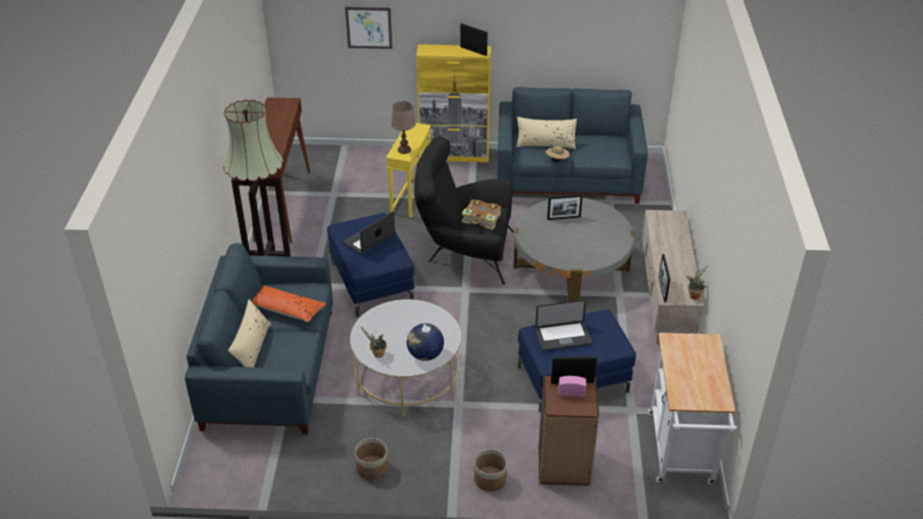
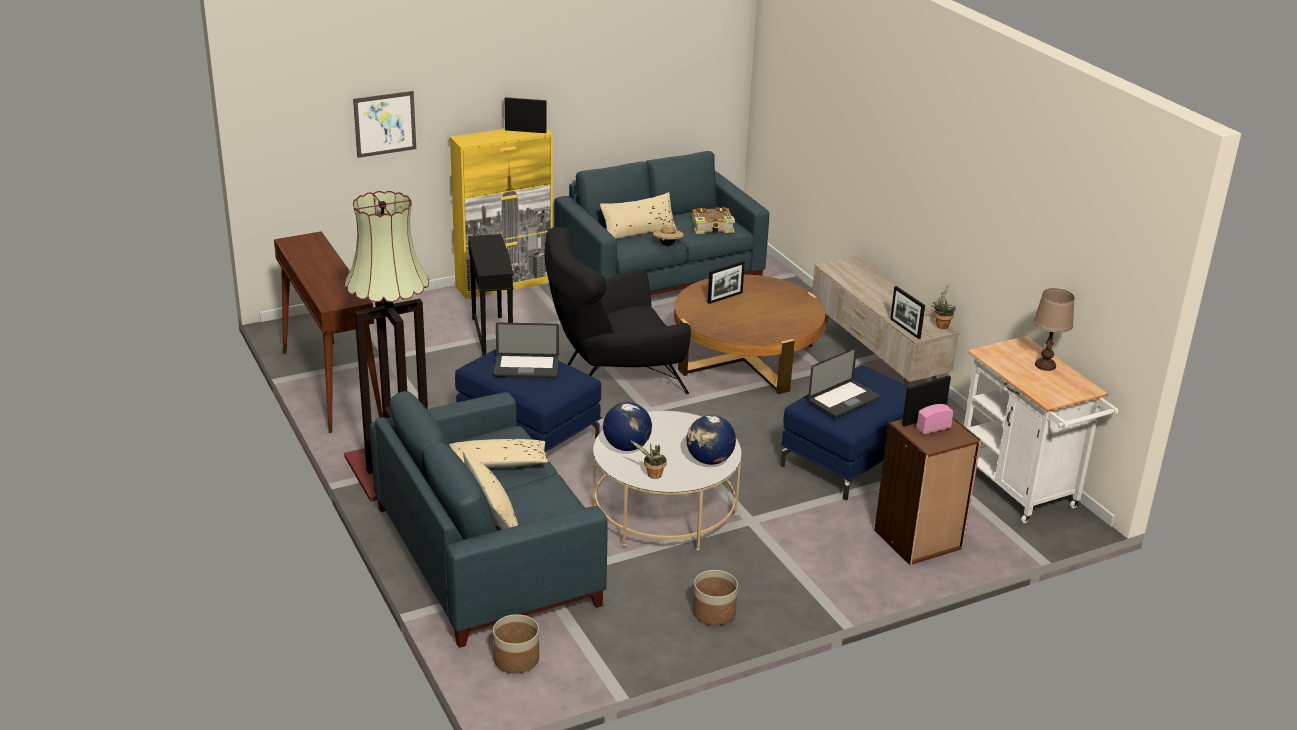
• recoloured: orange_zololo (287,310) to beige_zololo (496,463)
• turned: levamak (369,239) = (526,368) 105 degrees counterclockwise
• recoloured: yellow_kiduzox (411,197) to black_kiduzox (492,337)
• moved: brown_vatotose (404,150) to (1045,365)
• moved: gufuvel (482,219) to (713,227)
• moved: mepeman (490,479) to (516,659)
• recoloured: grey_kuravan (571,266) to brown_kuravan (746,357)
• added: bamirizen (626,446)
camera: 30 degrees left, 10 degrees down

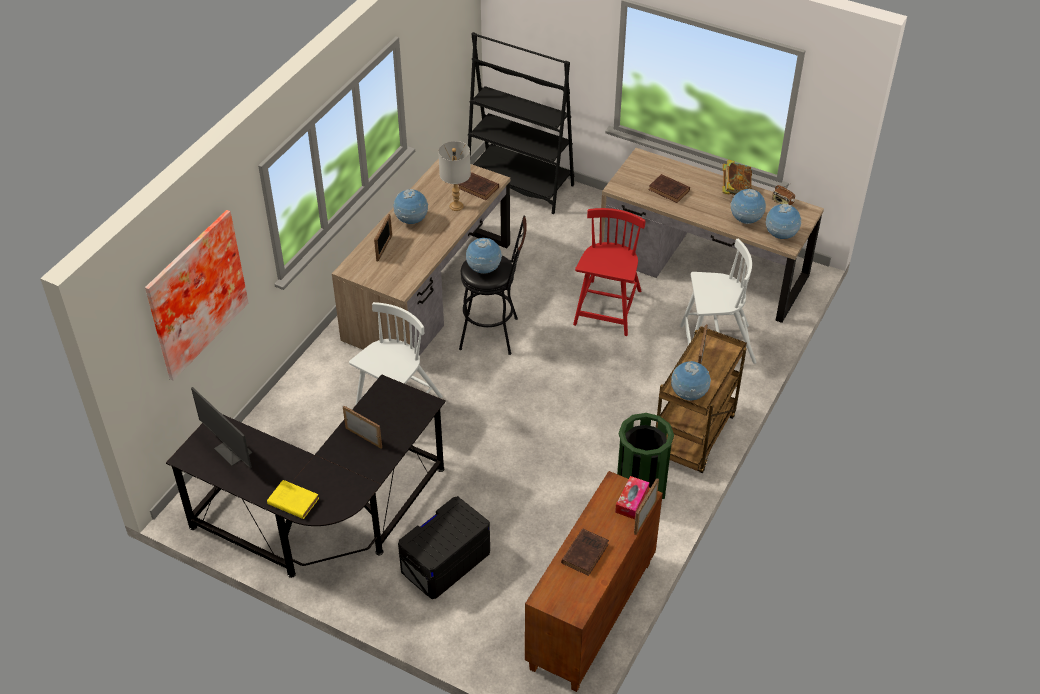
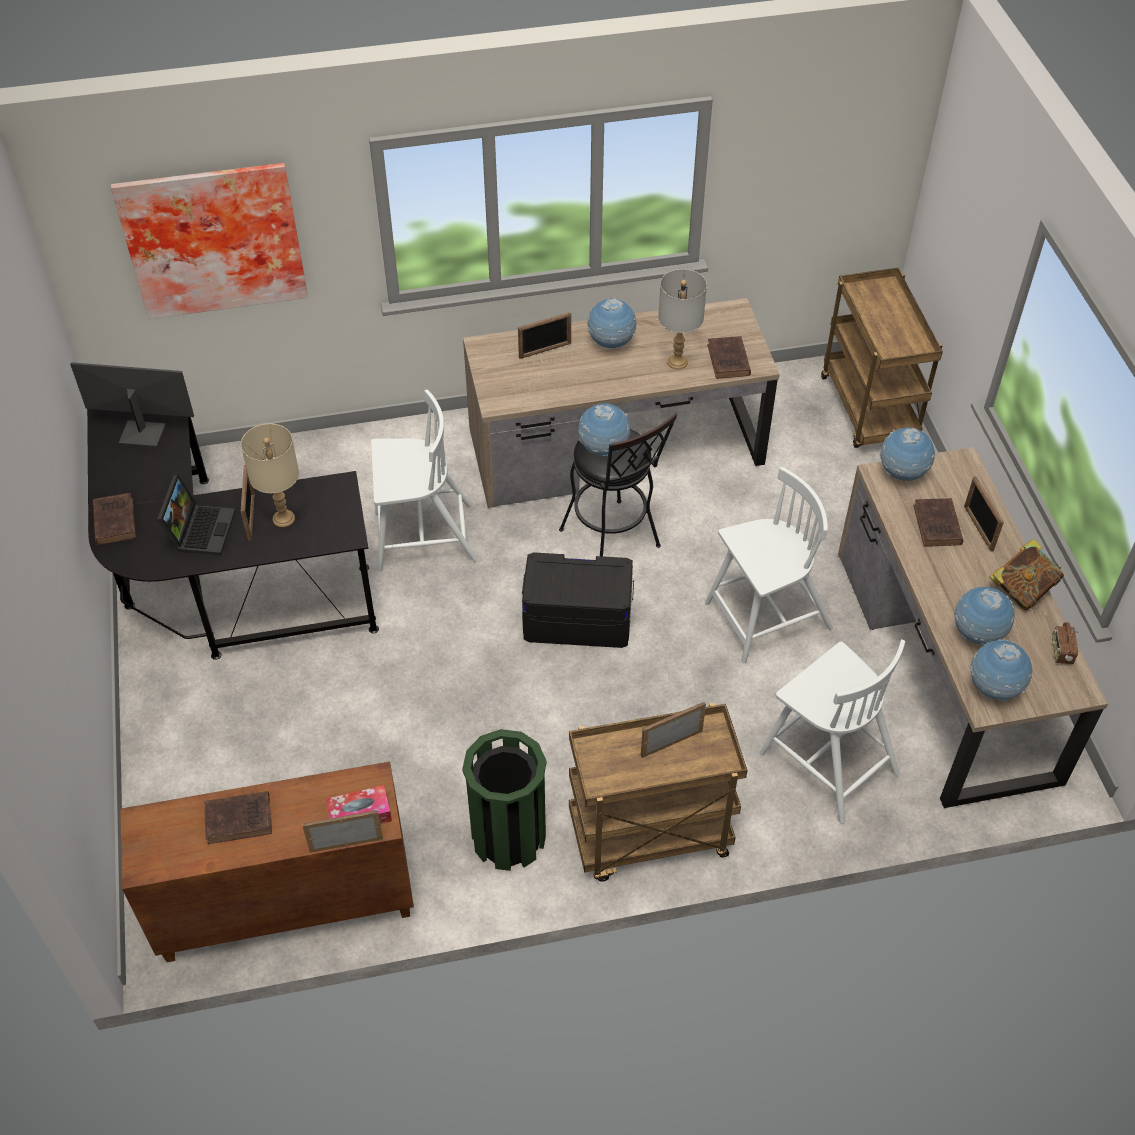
• turned: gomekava (232,451) = (142,432) 90 degrees clockwise
• recoloured: yellow_gufuvel (292,501) to brown_gufuvel (114,520)
• moved: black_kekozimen (446,561) to (577,619)
• replaced: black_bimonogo (520,184) to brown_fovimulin (870,410)
• recoloured: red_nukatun (607,309) to white_nukatun (766,617)
• moved: bamirizen (688,395) to (902,474)
• added: levamak (200,529)
• added: beige_vatotose (284,518)
• added: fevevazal (978,528)
camera: 50 degrees right, 5 degrees up

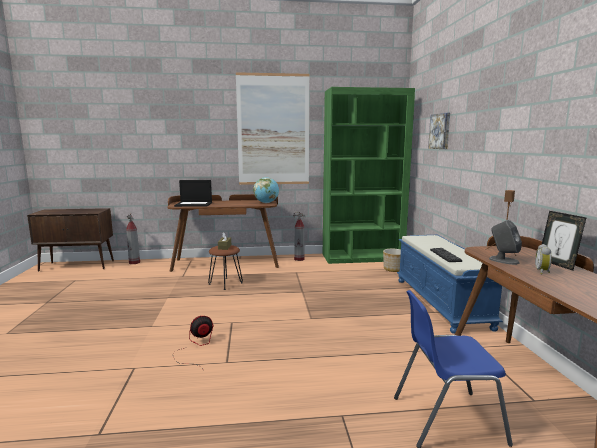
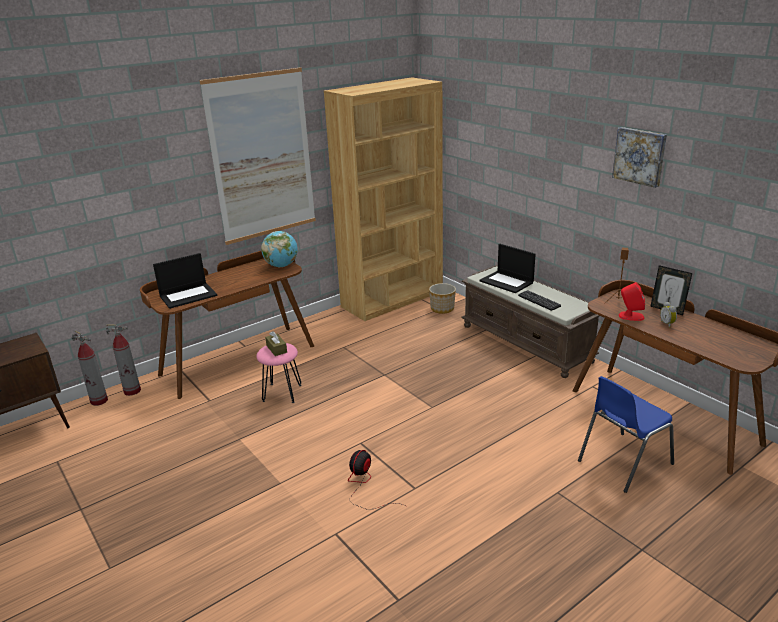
• recoloured: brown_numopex (225,283) to pink_numopex (282,393)
• moved: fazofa (299,259) to (132,391)
• recoloured: green_bimonogo (362,257) to brown_bimonogo (392,299)
• recoloured: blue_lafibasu (442,302) to brown_lafibasu (527,343)
• moved: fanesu (440,131) to (640,156)
• recoloured: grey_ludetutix (503,260) to red_ludetutix (631,316)
• added: levamak (507,282)
camera: 30 degrees left, 15 degrees up

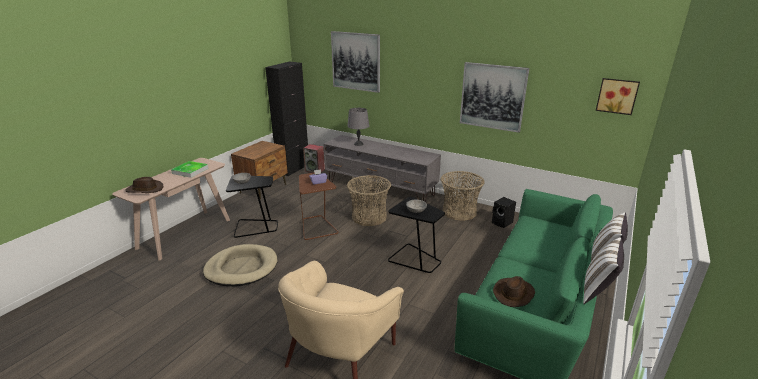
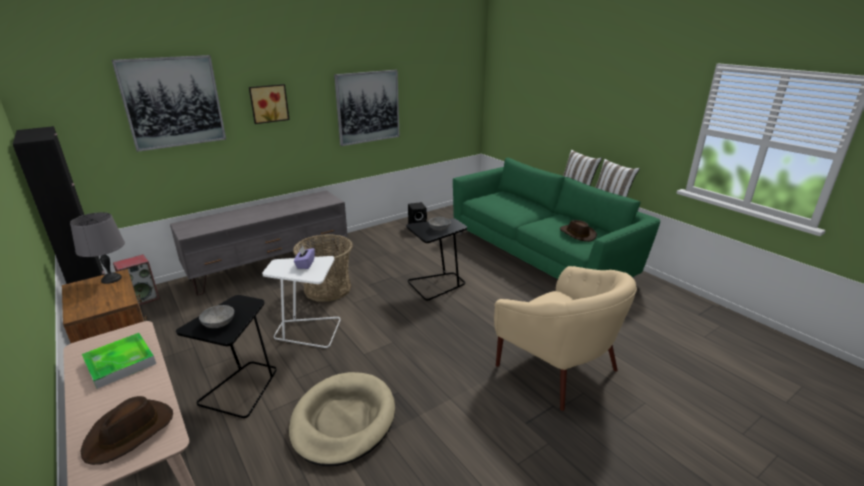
• recoloured: brown_kiduzox (317,227) to white_kiduzox (308,331)
• moved: grey_vatotose (358,144) to (111,279)
• removed: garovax (459,212)
• moved: fanesu (617,96) to (268,103)
camera: 65 degrees left, 0 degrees up

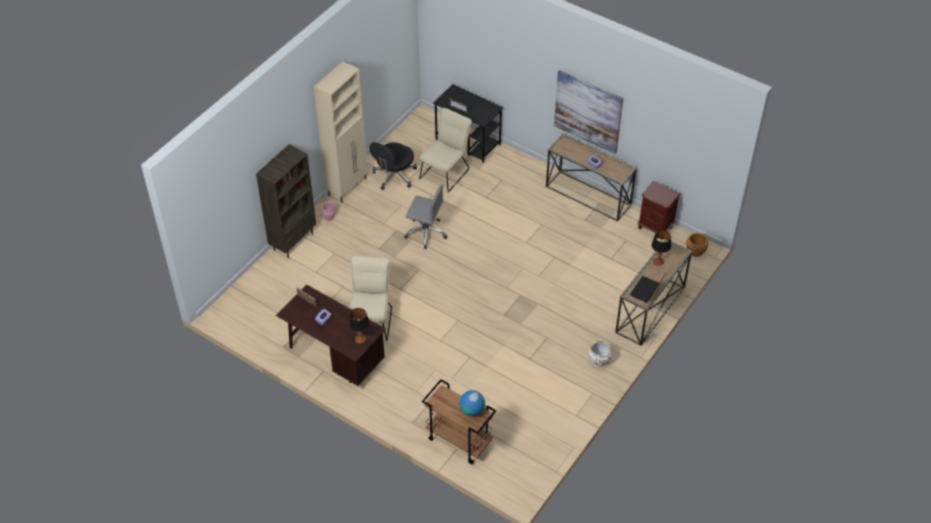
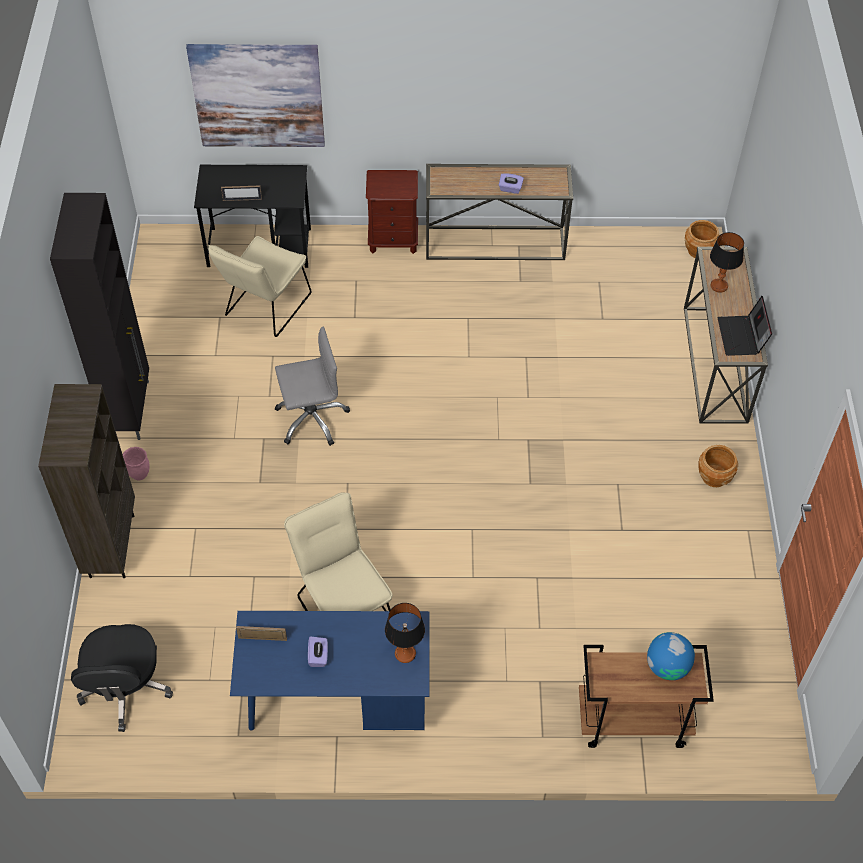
• recoloured: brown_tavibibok (334,358) to blue_tavibibok (336,702)
• recoloured: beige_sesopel (348,187) to black_sesopel (130,409)
• moved: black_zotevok (394,176) to (126,688)
• turned: beige_nukatun (446,172) = (264,308) 150 degrees counterclockwise
• moved: fanesu (588,111) to (258,95)
• recoloured: white_mepeman (599,360) to brown_mepeman (714,476)
• moved: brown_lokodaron (655,227) to (393,240)
camera: 35 degrees left, 5 degrees up

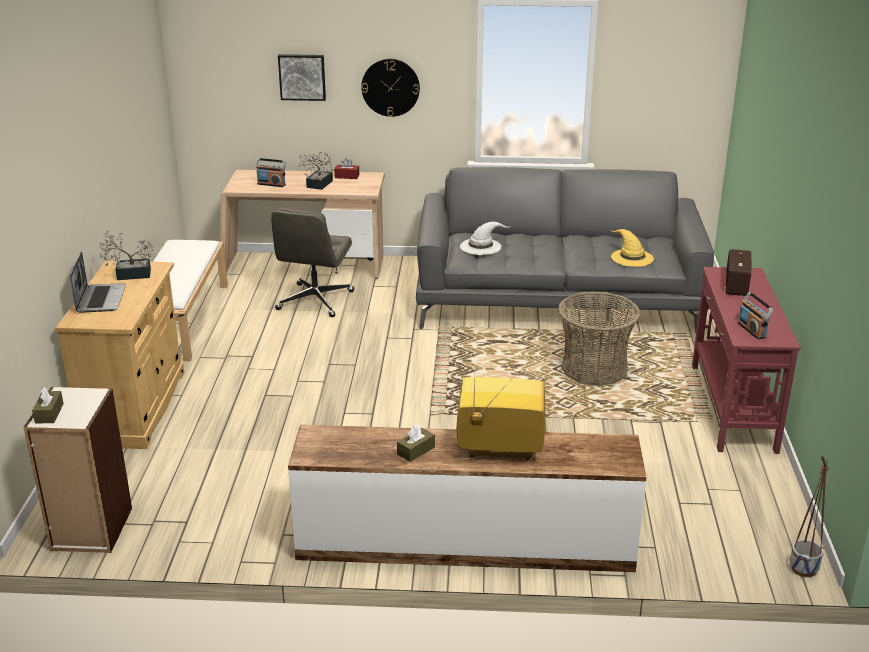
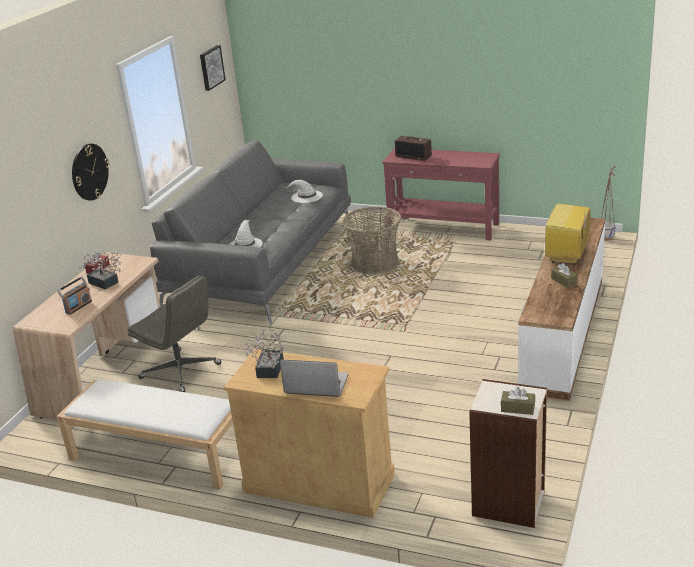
• moved: fanesu (302,77) to (211,67)
• recoloured: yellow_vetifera (631,257) to white_vetifera (306,196)
• removed: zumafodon (752,330)
camera: 70 degrees left, 0 degrees up

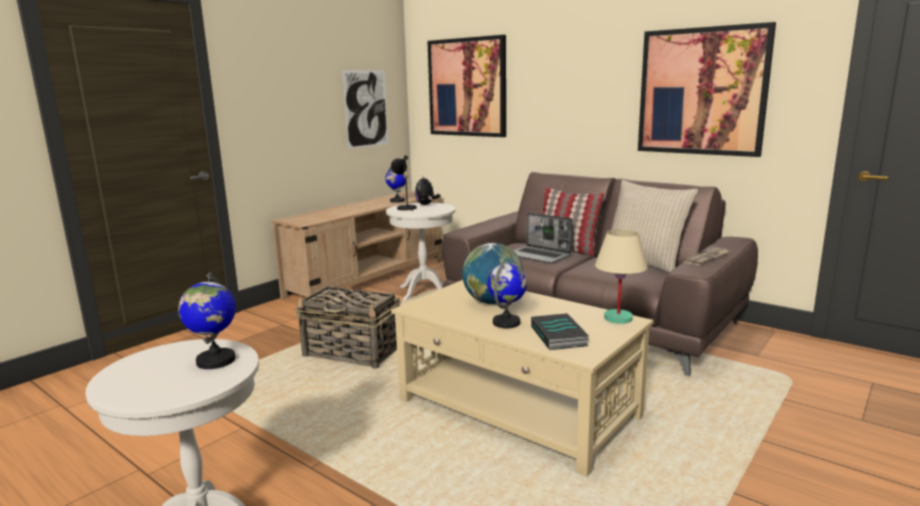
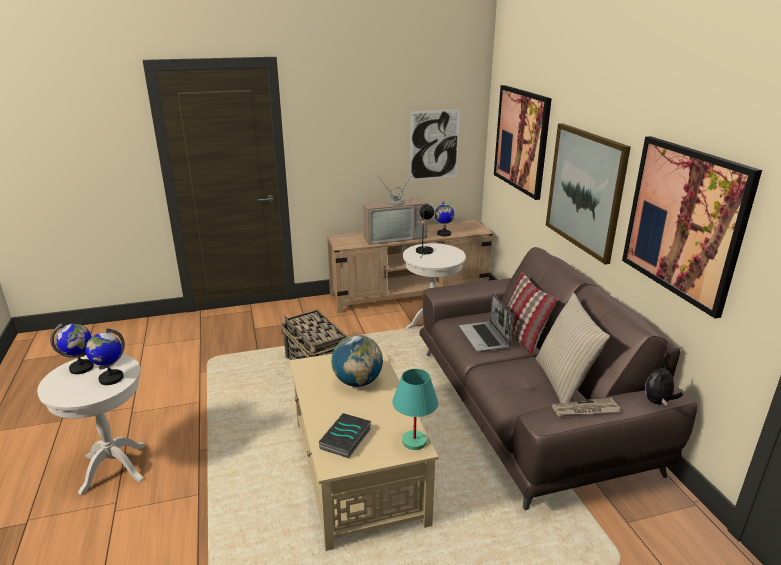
• moved: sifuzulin (426,204) to (658,402)
• moved: bamirizen (507,323) to (82,368)
• recoloured: beige_vatotose (618,318) to turquoise_vatotose (414,442)
• added: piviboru (394,236)
• added: fanesu (585,190)
camera: 35 degrees right, 10 degrees up

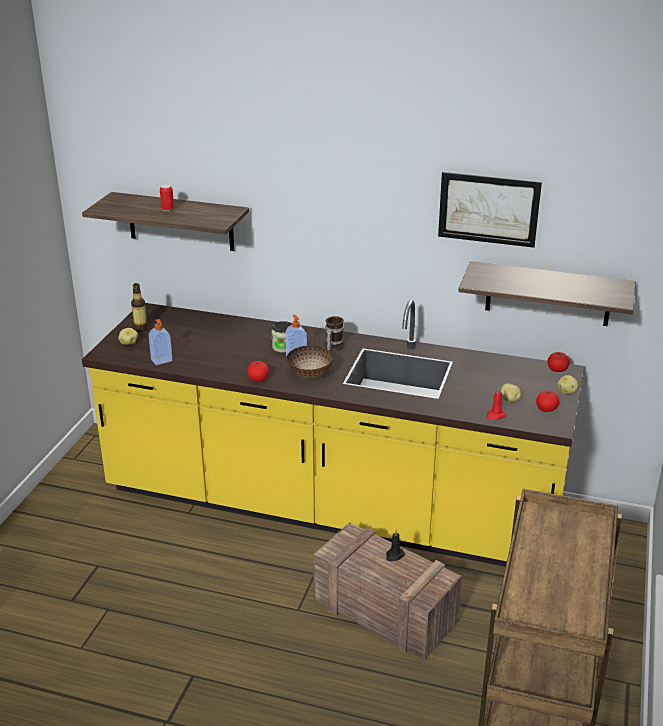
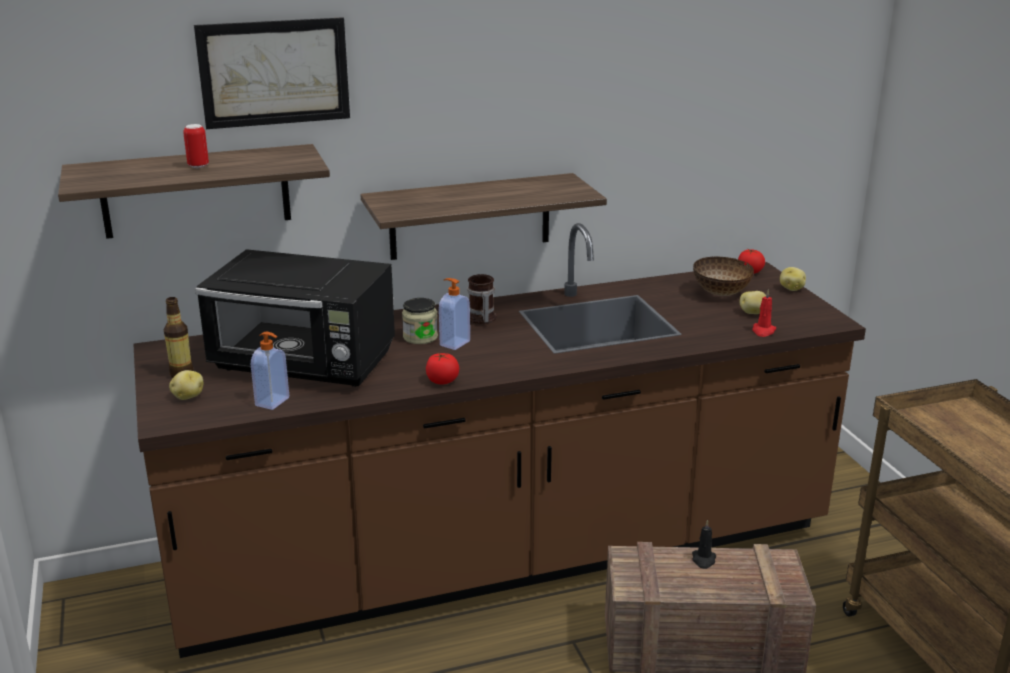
• recoloured: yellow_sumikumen (331,507) to brown_sumikumen (505,555)
• moved: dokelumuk (309,375) to (721,293)
• moved: fanesu (488,209) to (274,72)
• moved: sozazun (548,294) to (470,216)
• removed: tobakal (546,409)
• added: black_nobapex (305,364)
camera: 35 degrees left, 5 degrees down

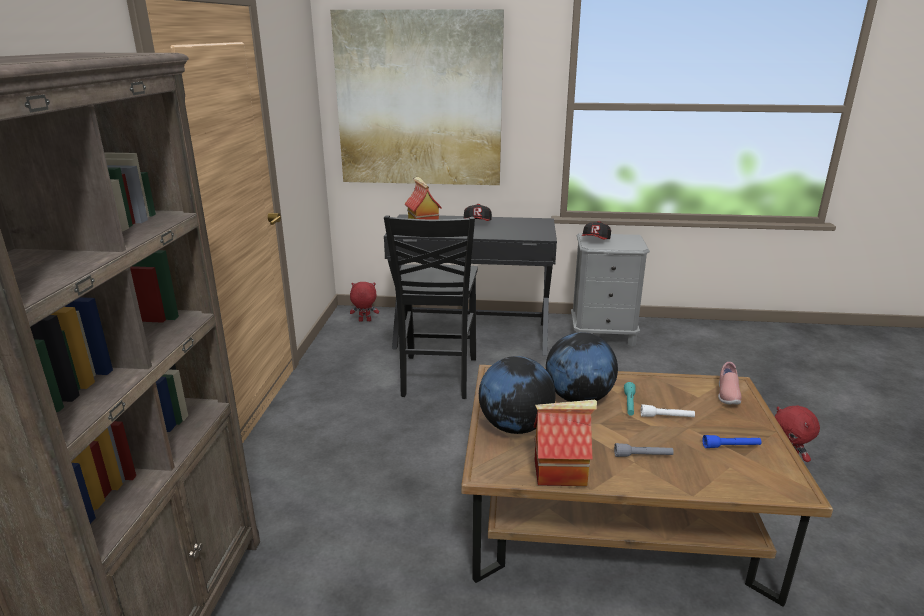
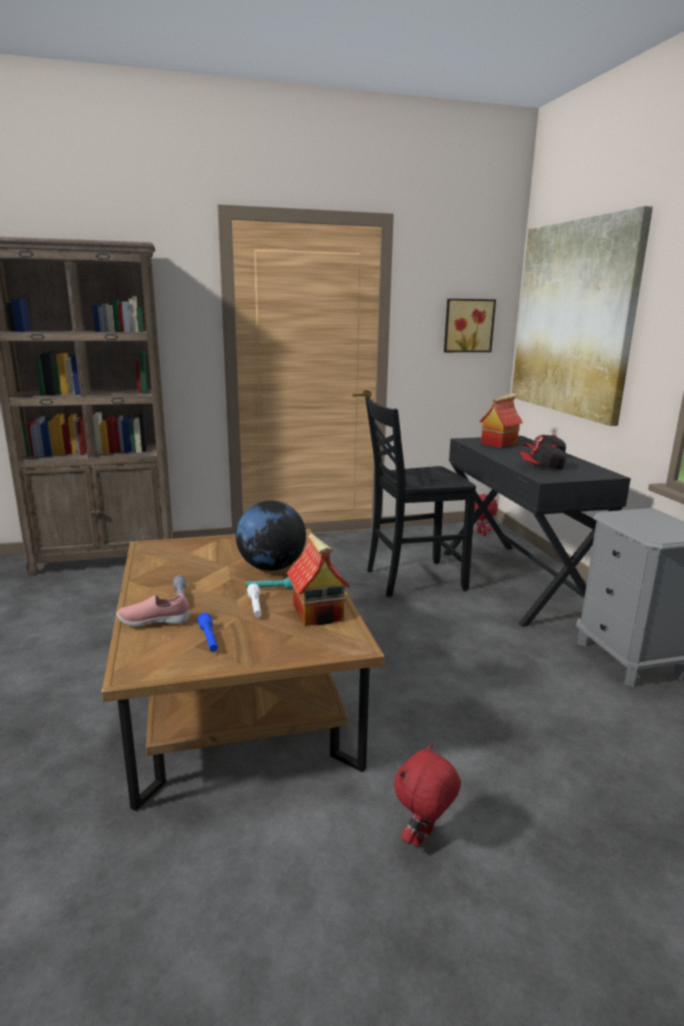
• removed: bamirizen (515,426)
• moved: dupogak (561,471) to (319,612)
• moved: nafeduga (595,241) to (541,466)
• moved: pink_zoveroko (727,394) to (154,622)
• added: fanesu (468,325)
camera: 70 degrees right, 5 degrees down

